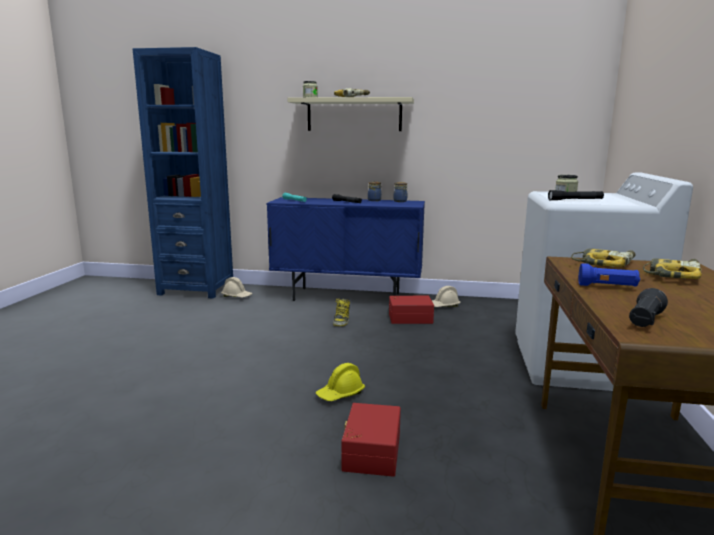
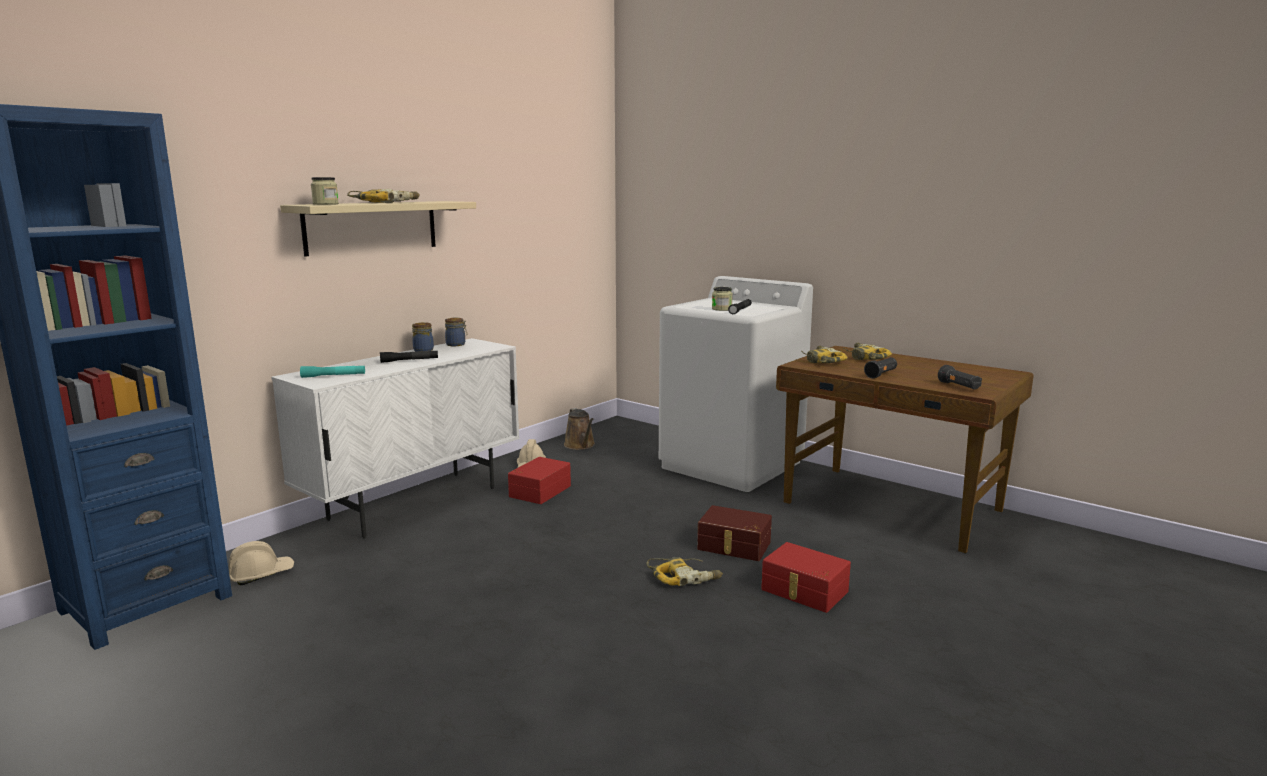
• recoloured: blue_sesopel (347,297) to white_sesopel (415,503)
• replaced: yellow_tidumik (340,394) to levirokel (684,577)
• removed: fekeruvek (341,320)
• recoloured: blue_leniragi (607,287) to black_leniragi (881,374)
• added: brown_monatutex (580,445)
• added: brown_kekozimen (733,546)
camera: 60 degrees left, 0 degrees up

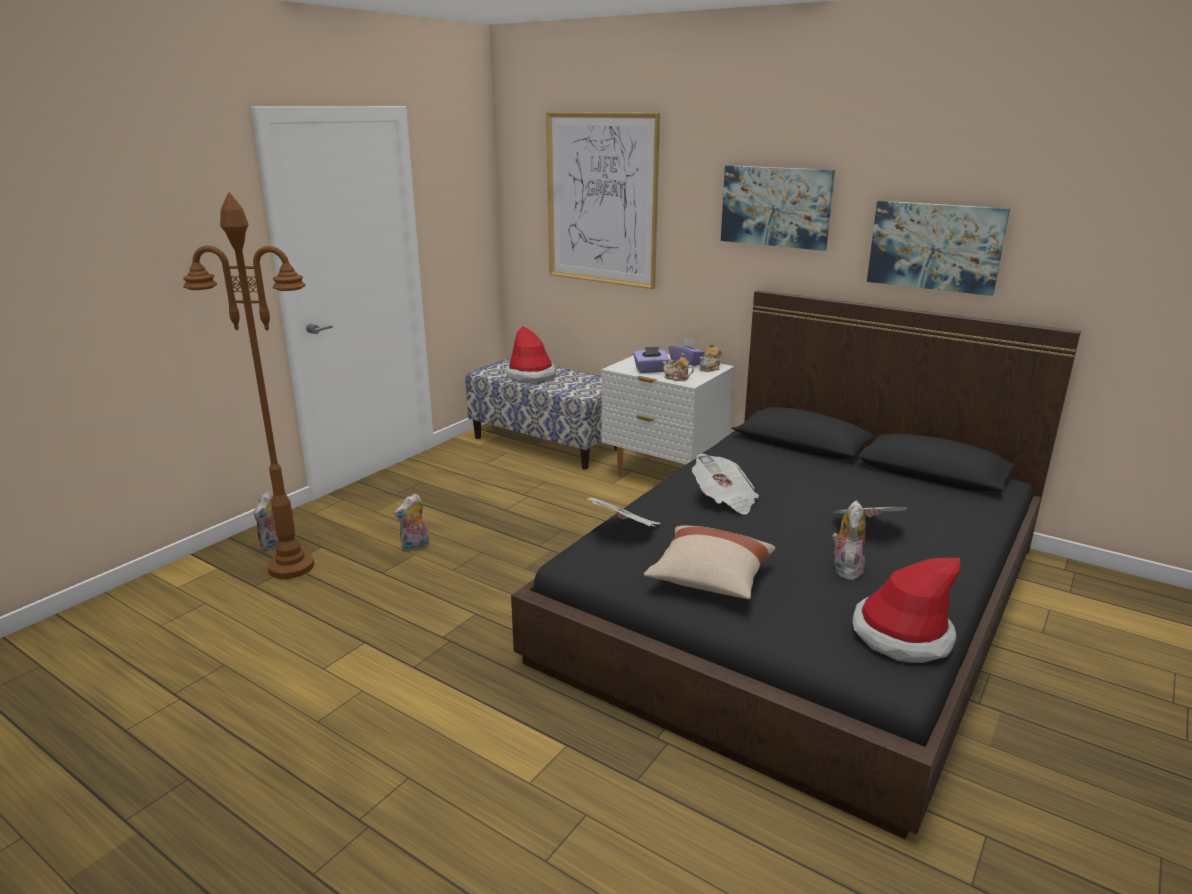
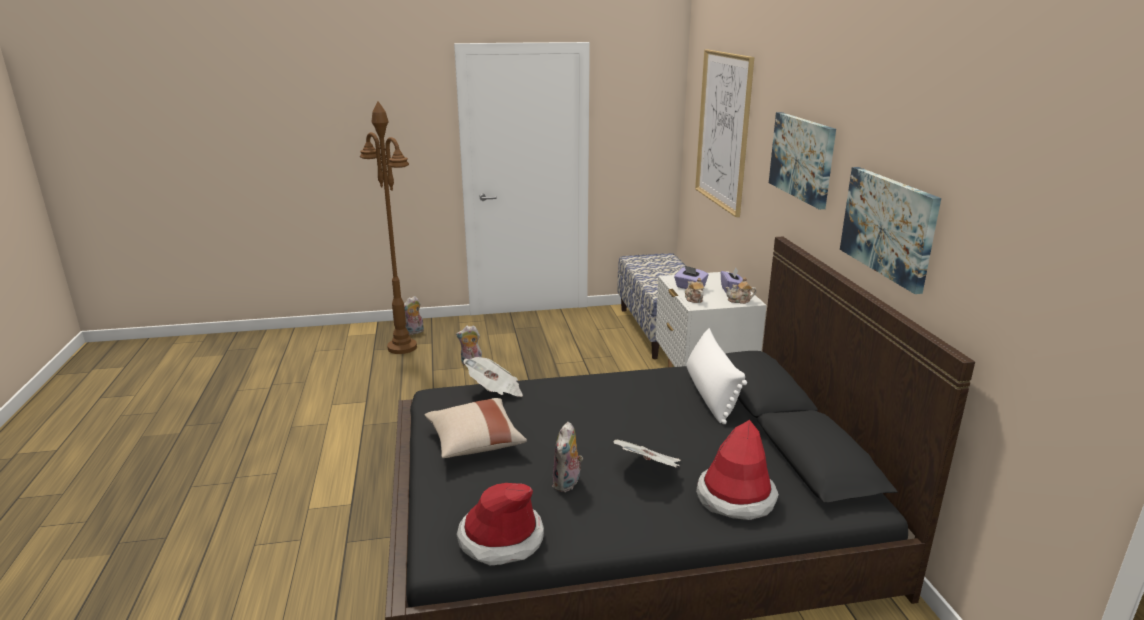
• moved: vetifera (531,375) to (736,497)
• removed: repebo (724,500)
• turned: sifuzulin (845,569) = (567,484) 135 degrees clockwise
• added: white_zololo (711,394)
camera: 45 degrees right, 0 degrees up

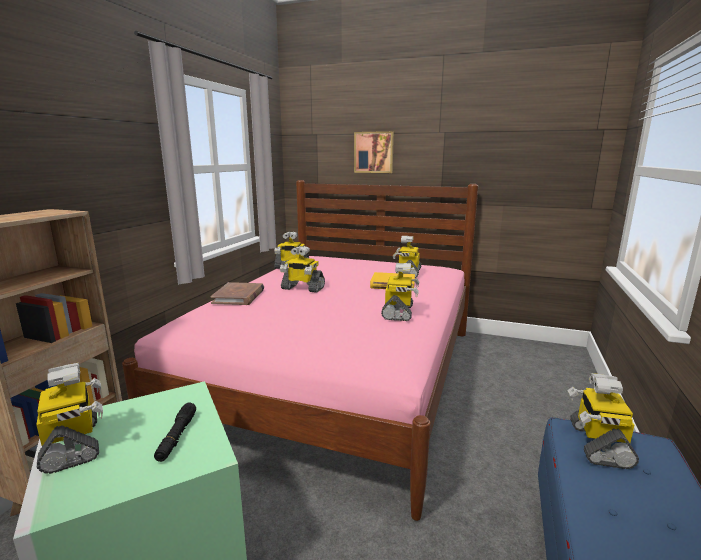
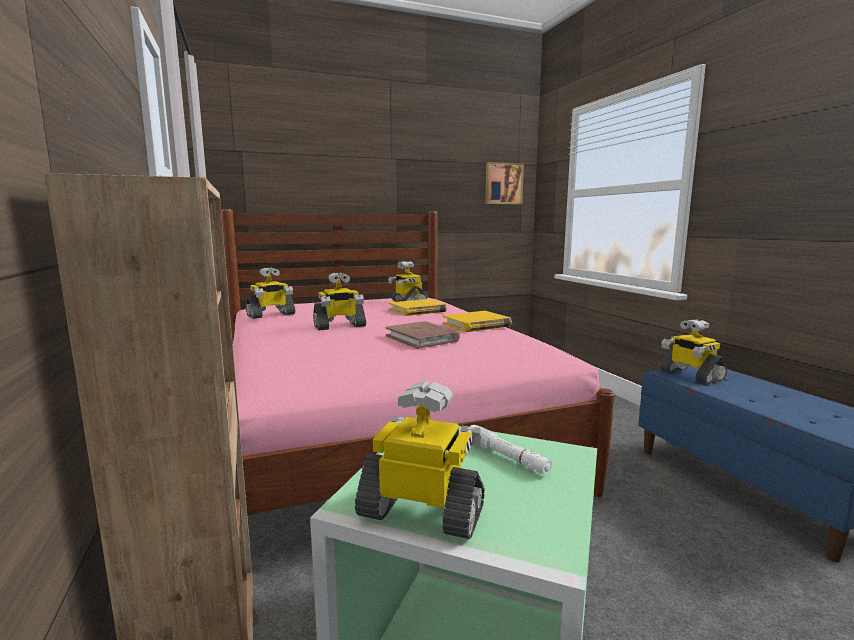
• recoloured: black_leniragi (177,436) to white_leniragi (506,457)
• moved: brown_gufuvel (239,296) to (422,338)
• moved: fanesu (374,152) to (503,183)
• replaced: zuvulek (398,312) to yellow_gufuvel (476,325)
camera: 40 degrees left, 5 degrees down

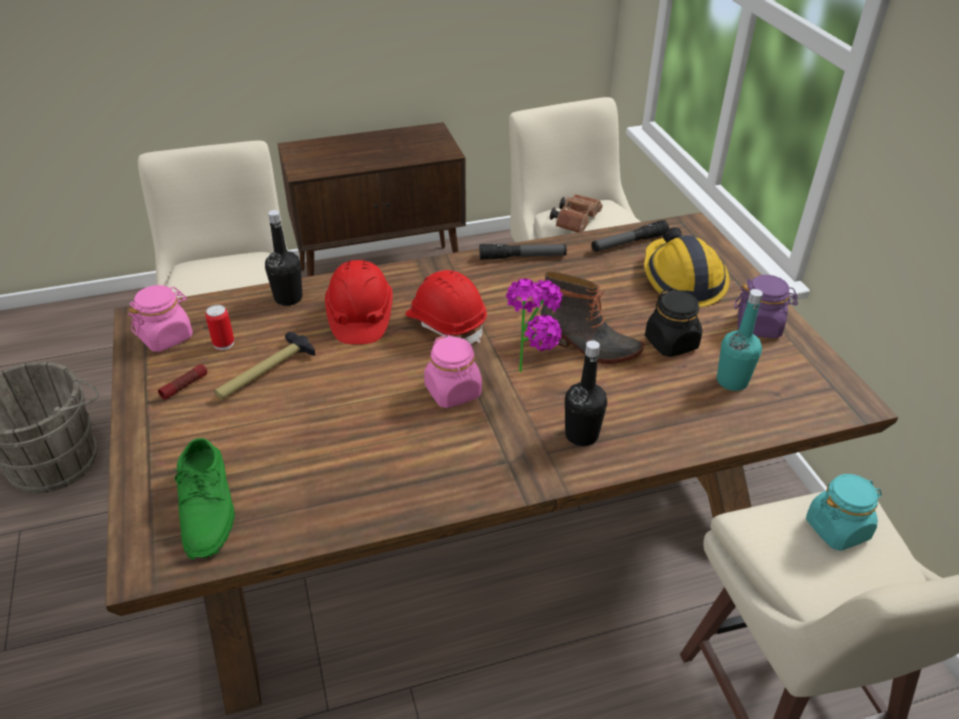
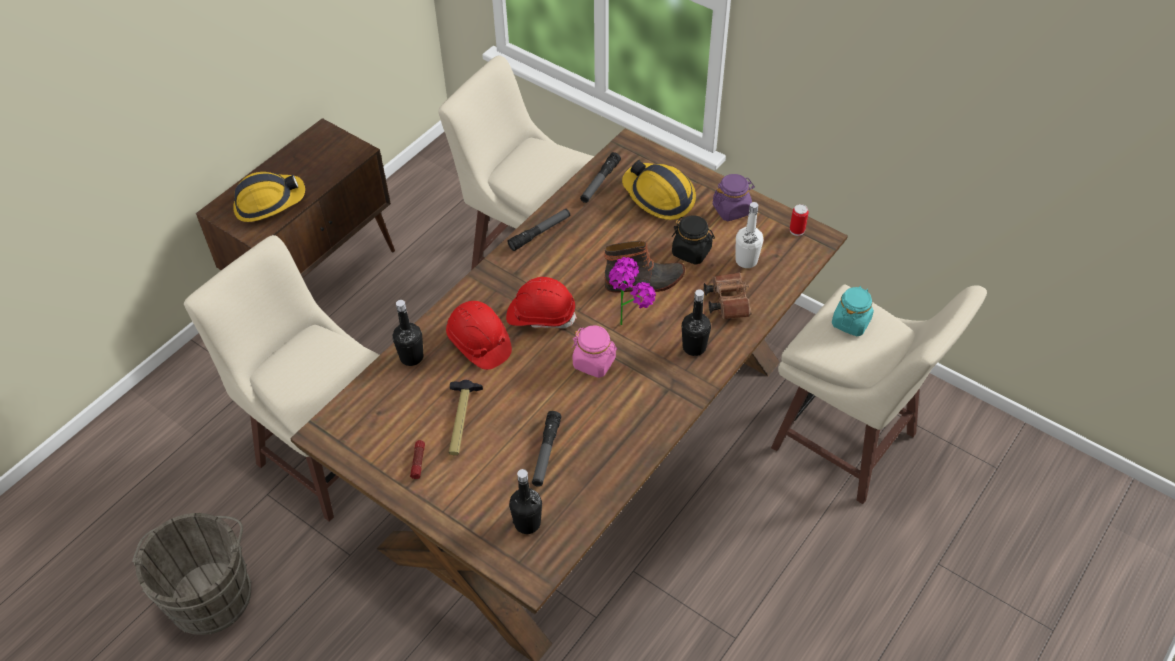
• removed: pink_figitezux (166,337)
• replaced: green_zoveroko (208,506) to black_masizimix (527,523)
• moved: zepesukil (223,343) to (797,230)
• moved: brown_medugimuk (576,221) to (726,301)
• recoloured: turquoise_masizimix (732,381) to white_masizimix (746,260)
• added: tidumik (269,202)
• added: leniragi (546,452)
camera: 35 degrees left, 10 degrees up

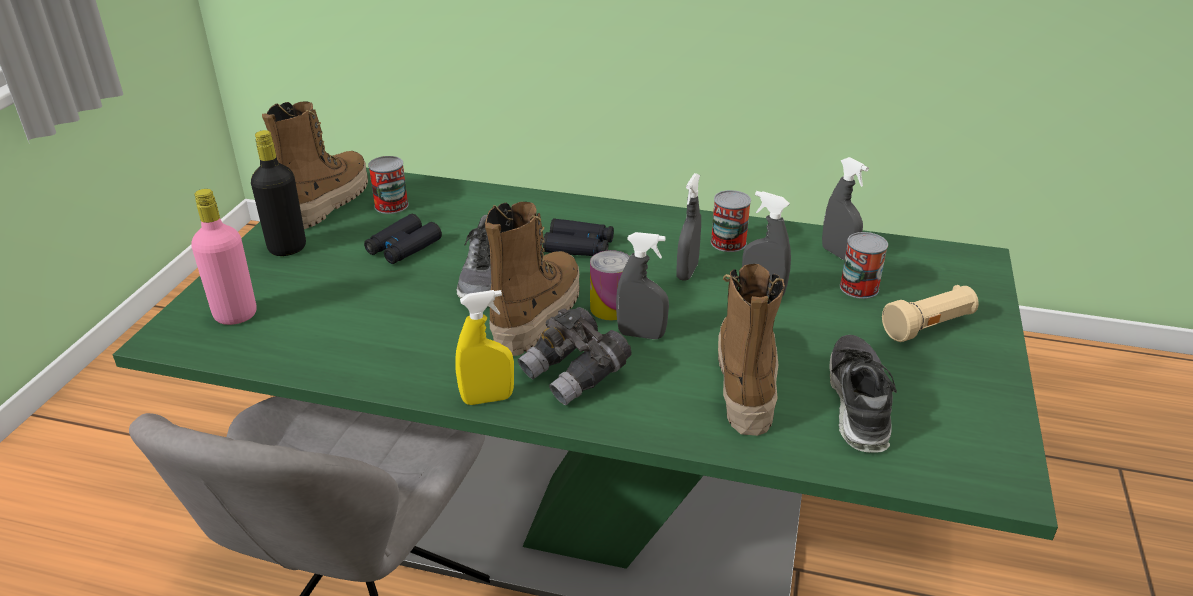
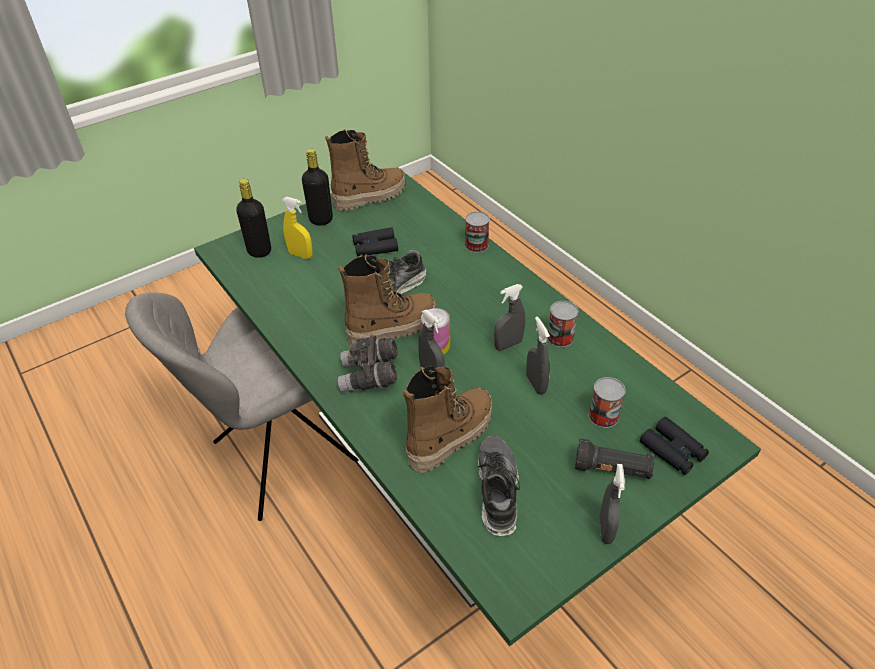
• recoloured: pink_masizimix (235,315) to black_masizimix (259,251)
• moved: zepesukil (391,205) to (476,245)
• moved: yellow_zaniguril (487,399) to (300,255)
• moved: black_medugimuk (579,246) to (672,451)
• moved: grey_zaniguril (838,254) to (606,529)
• turned: zoveroko (857,403) = (496,489) 45 degrees counterclockwise
• recoloured: beige_leniragi (928,326) to black_leniragi (612,470)
camera: 40 degrees right, 10 degrees up

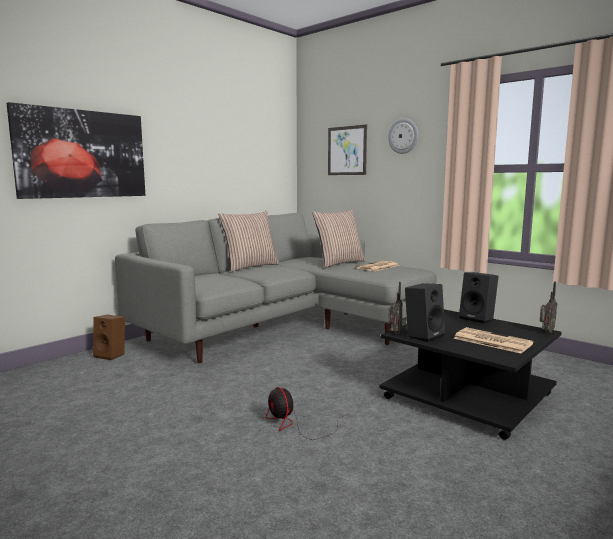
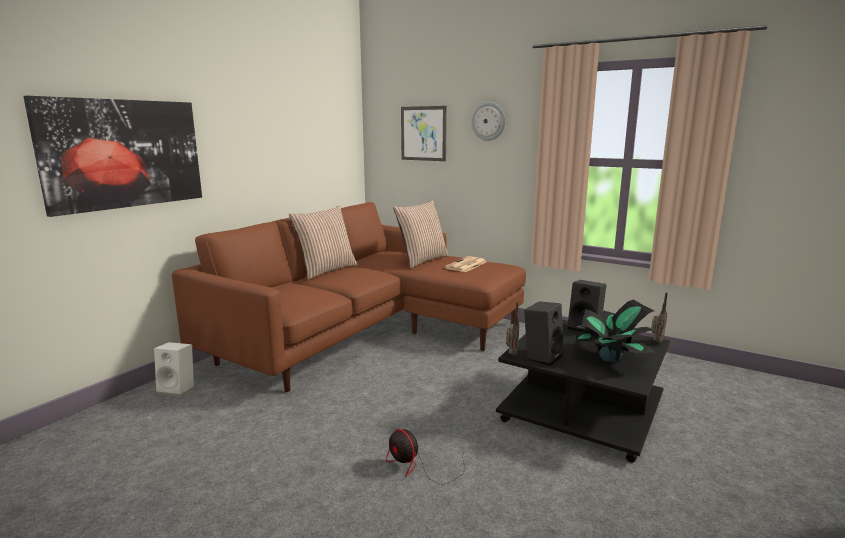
• recoloured: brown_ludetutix (111,355) to white_ludetutix (178,389)
• recoloured: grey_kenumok (282,327) to brown_kenumok (364,334)
• replaced: repebo (491,341) to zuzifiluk (610,359)
camera: 10 degrees left, 5 degrees up

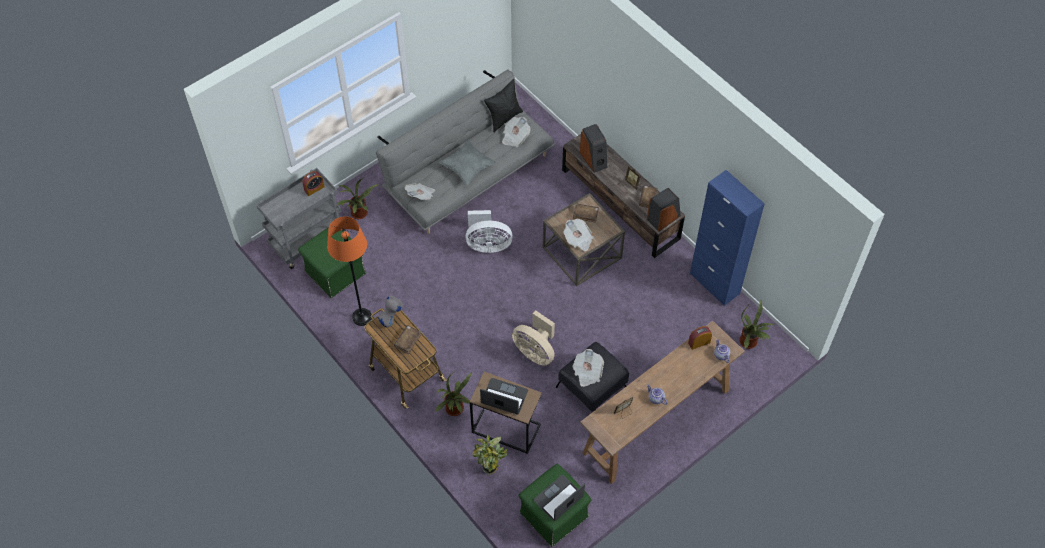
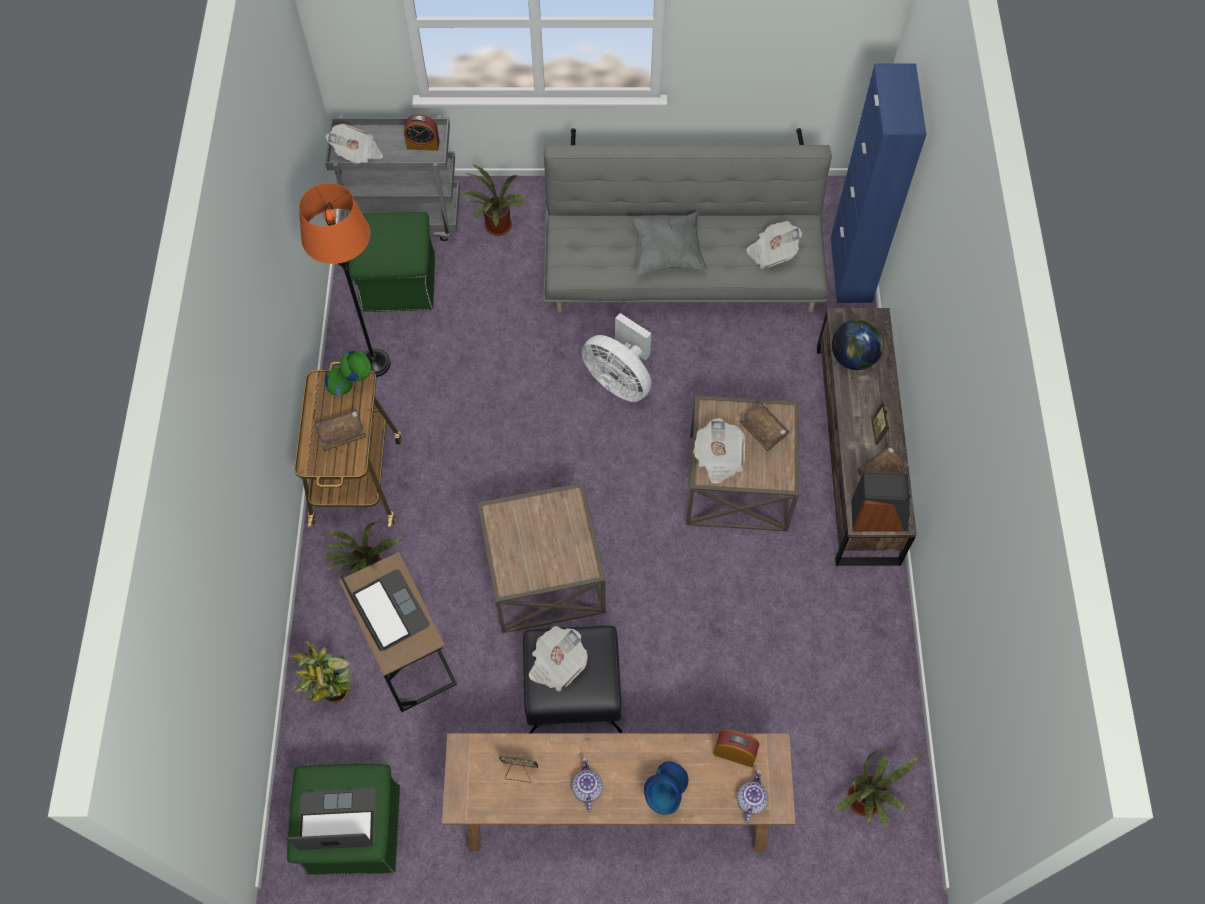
• recoloured: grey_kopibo (391,318) to green_kopibo (352,386)
• moved: repebo (421,196) to (357,154)
• removed: black_zololo (504,118)
• replaced: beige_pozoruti (535,351) to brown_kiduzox (545,575)
• replaced: ludetutix (594,159) to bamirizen (853,357)
• moved: blue_sesopel (714,283) to (851,270)
• added: blue_kopibo (665,794)
camera: 40 degrees right, 5 degrees up

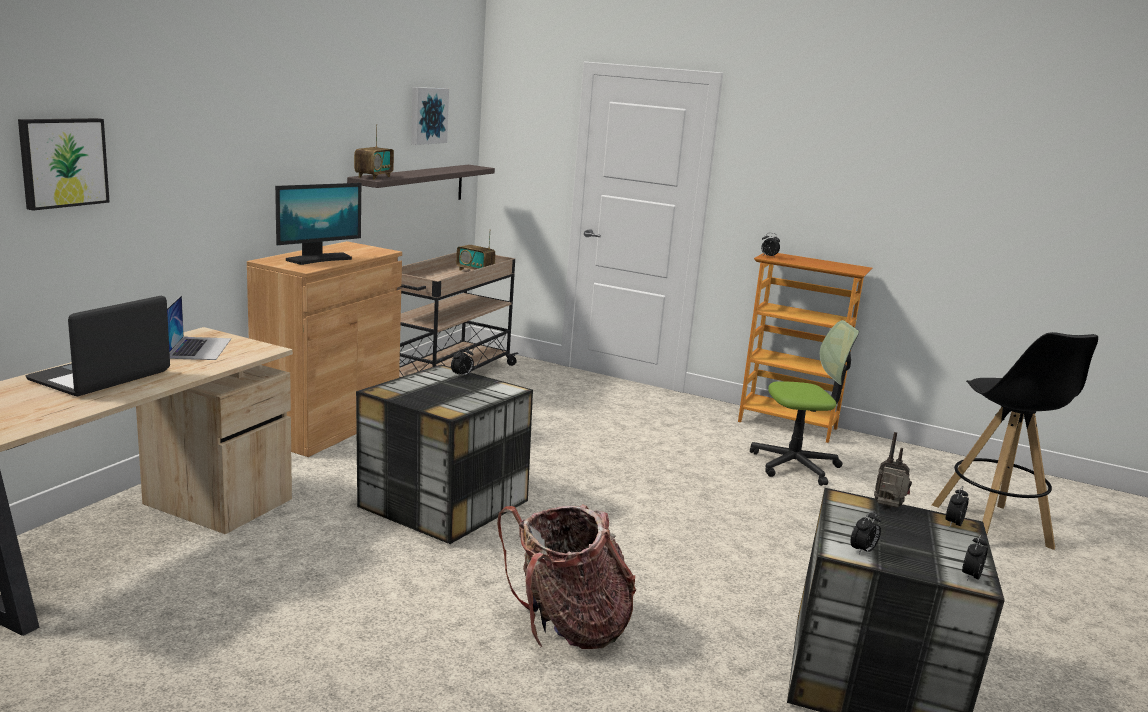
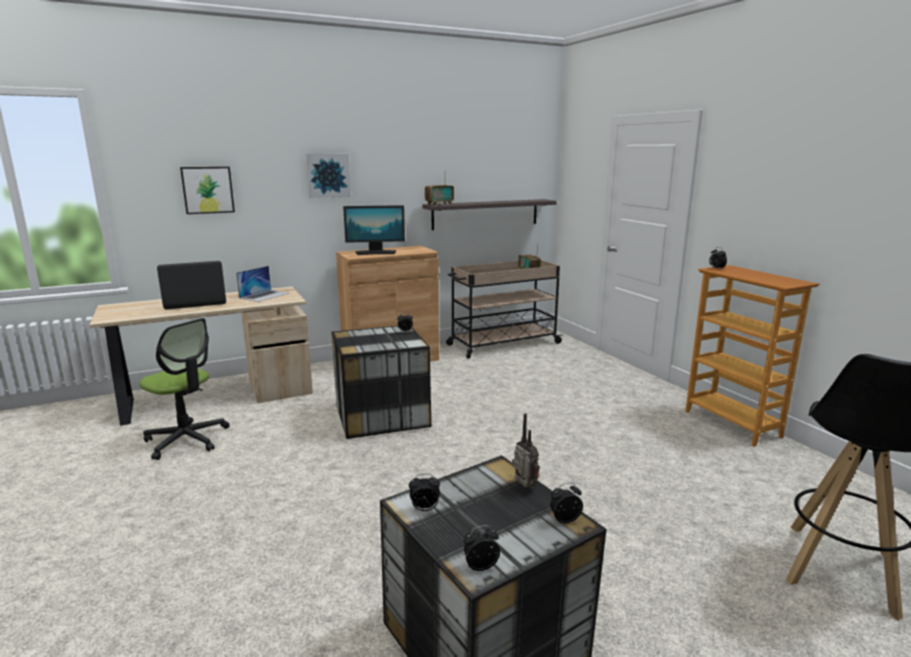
• moved: fanesu (427,115) to (328,175)
• removed: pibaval (567,627)
• moved: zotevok (795,465) to (187,439)
camera: 40 degrees right, 0 degrees up

